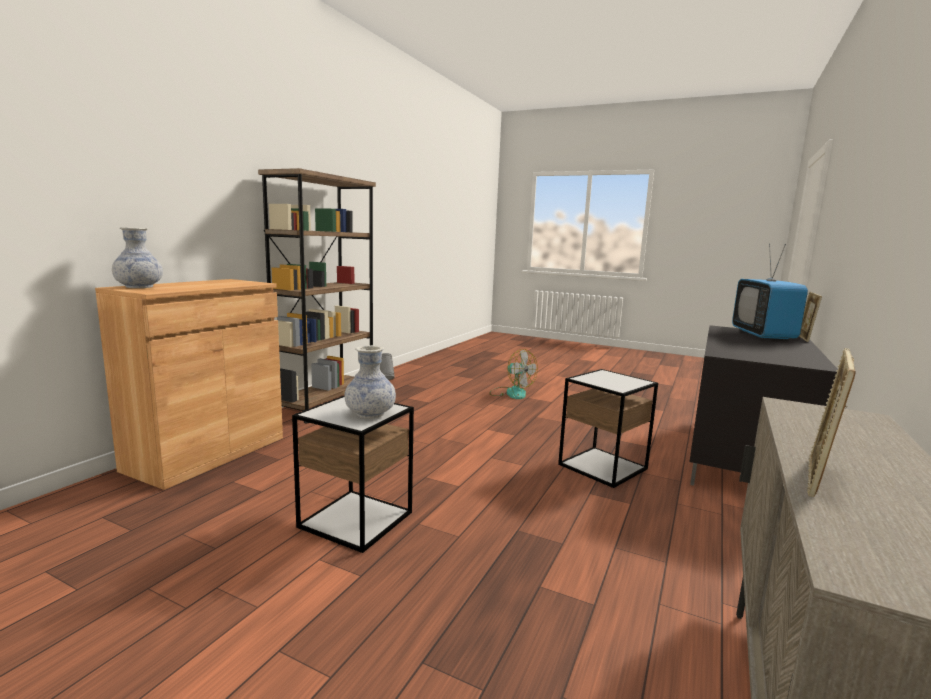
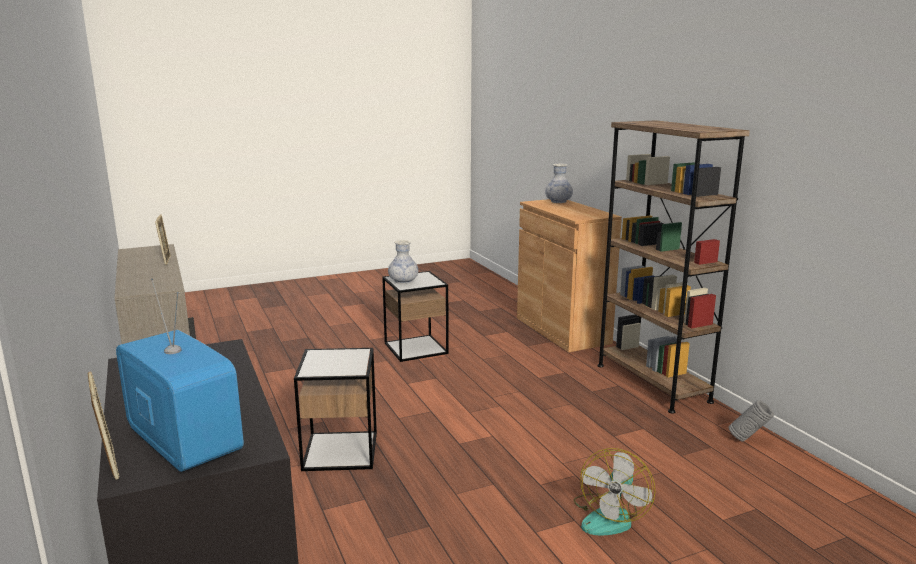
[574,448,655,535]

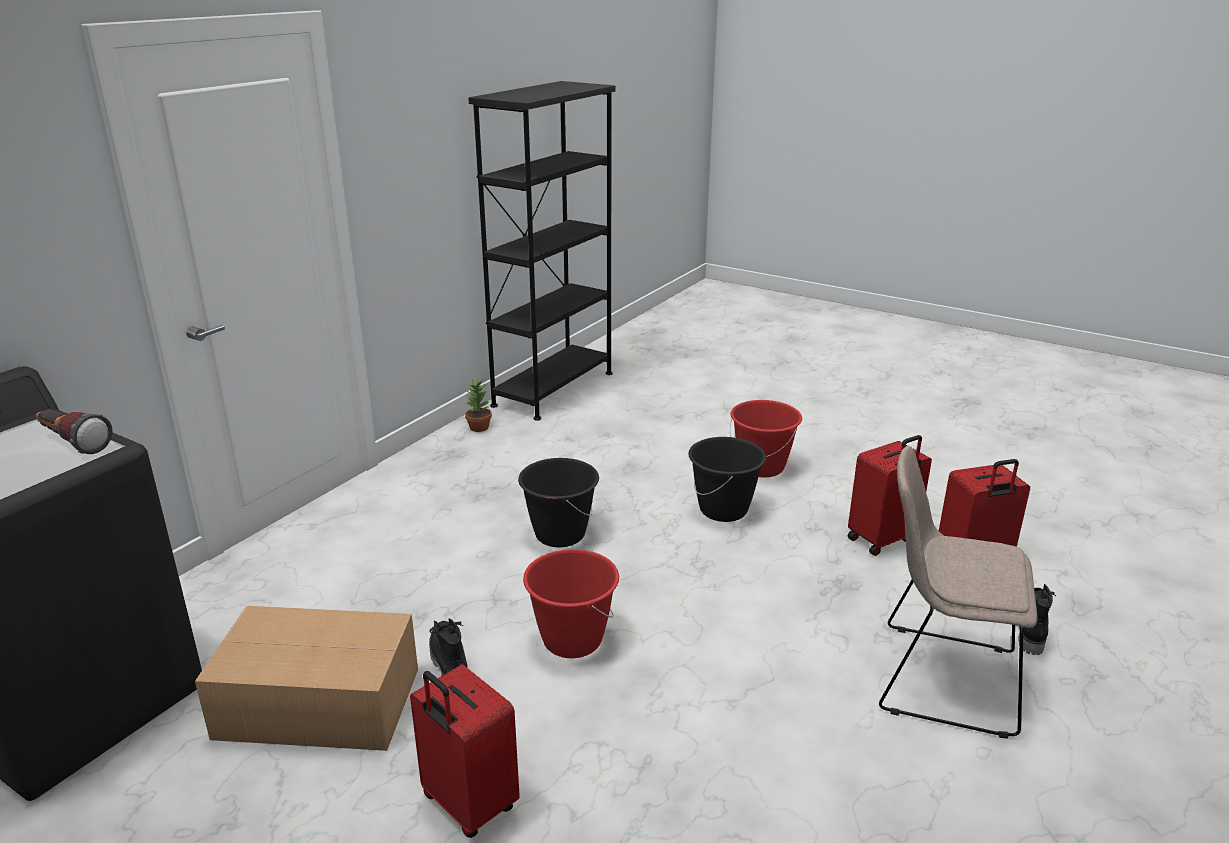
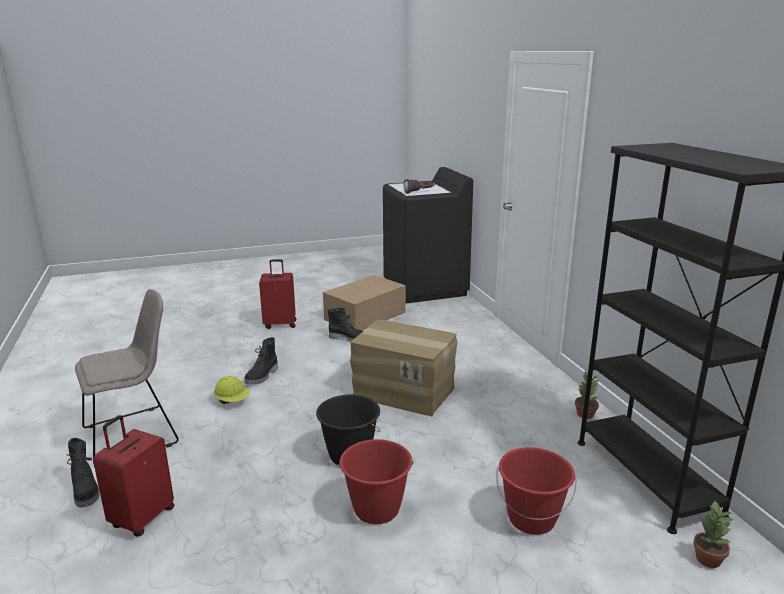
[848,435,932,556] (first image)
[350,319,458,417]
[496,447,577,535]
[244,337,278,384]
[214,376,249,404]
[693,501,734,568]

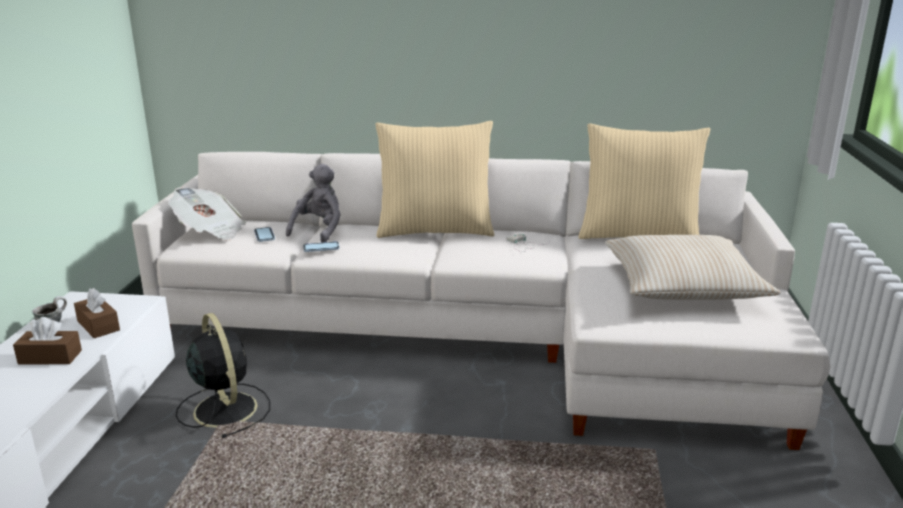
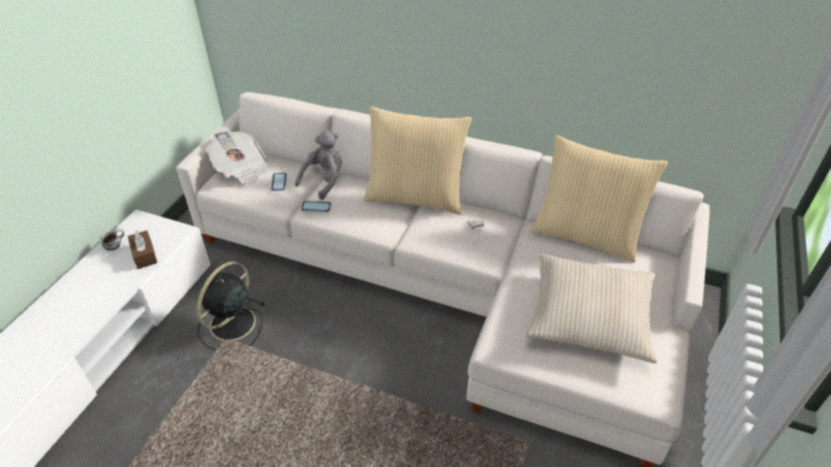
[197,262,265,350]
[13,317,82,365] (first image)

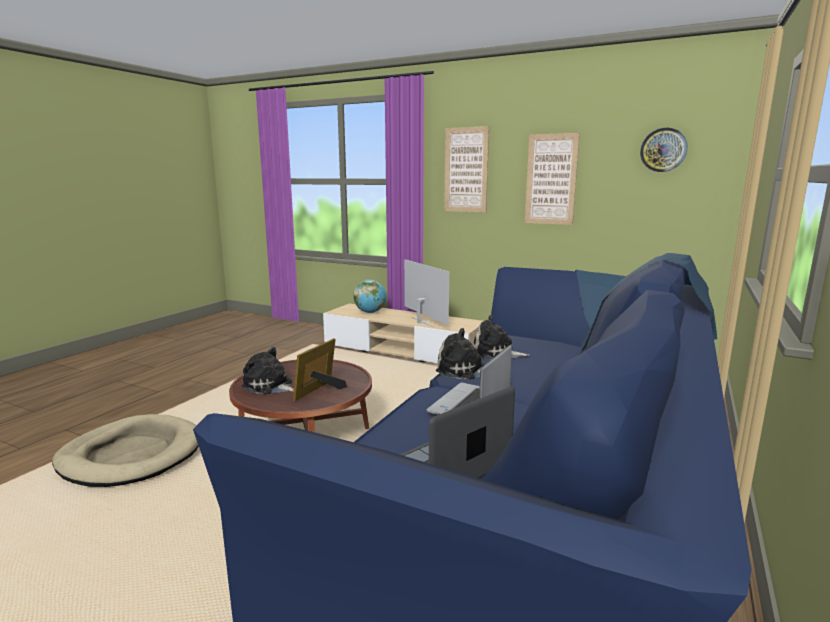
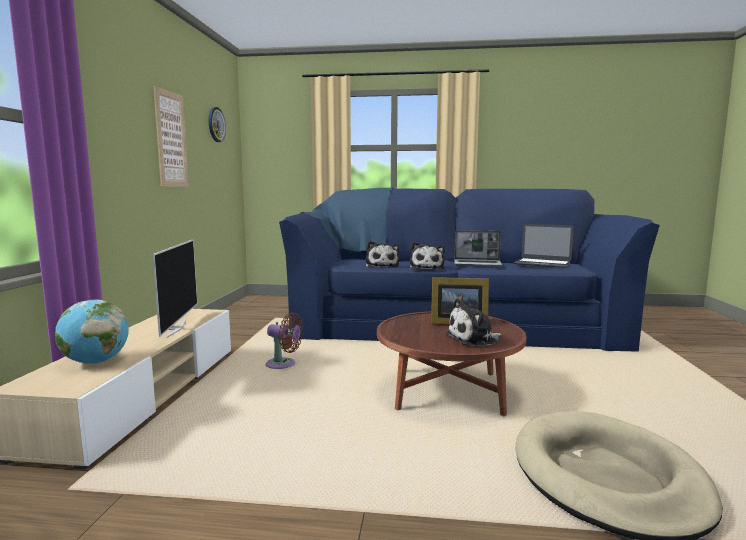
[444,126,489,212] (first image)
[153,239,197,338]
[446,298,502,346]
[266,312,303,369]

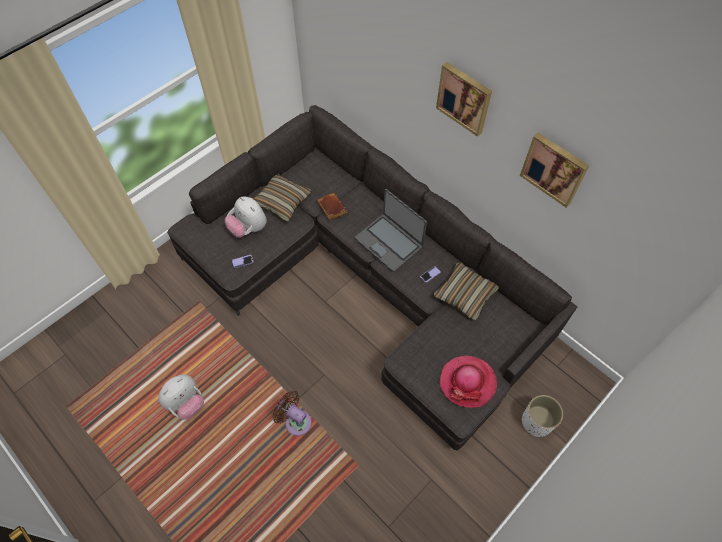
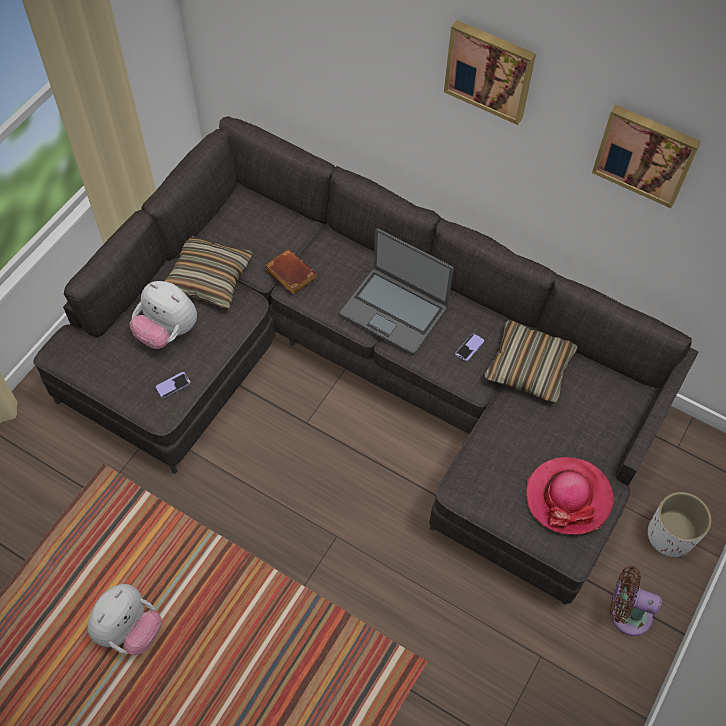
[610,566,662,636]

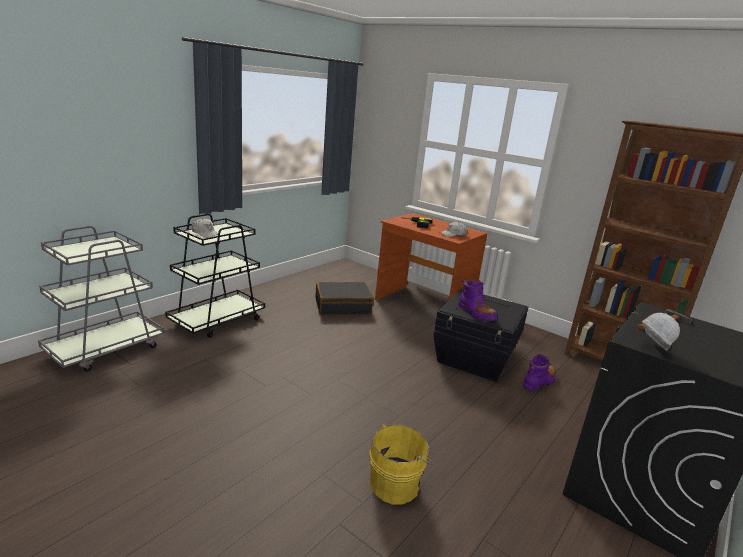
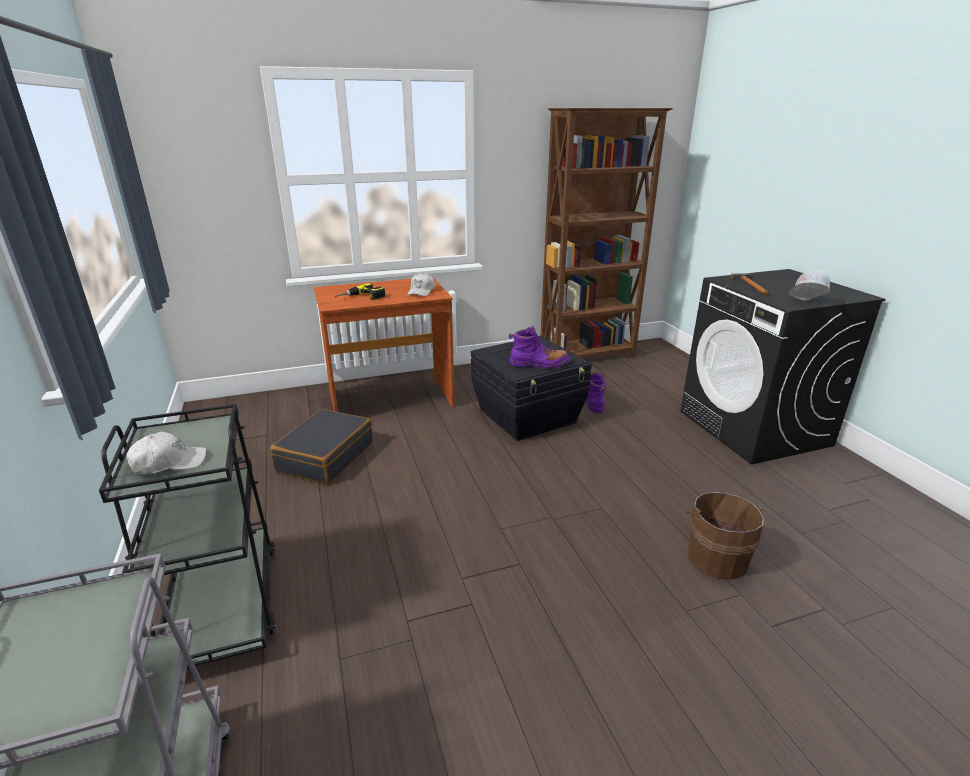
[686,492,764,580]

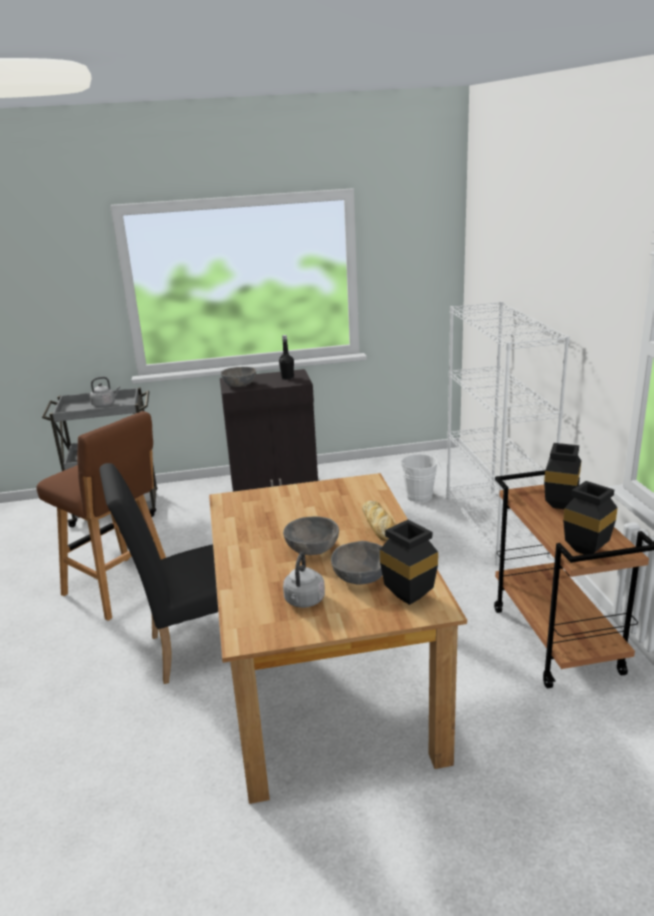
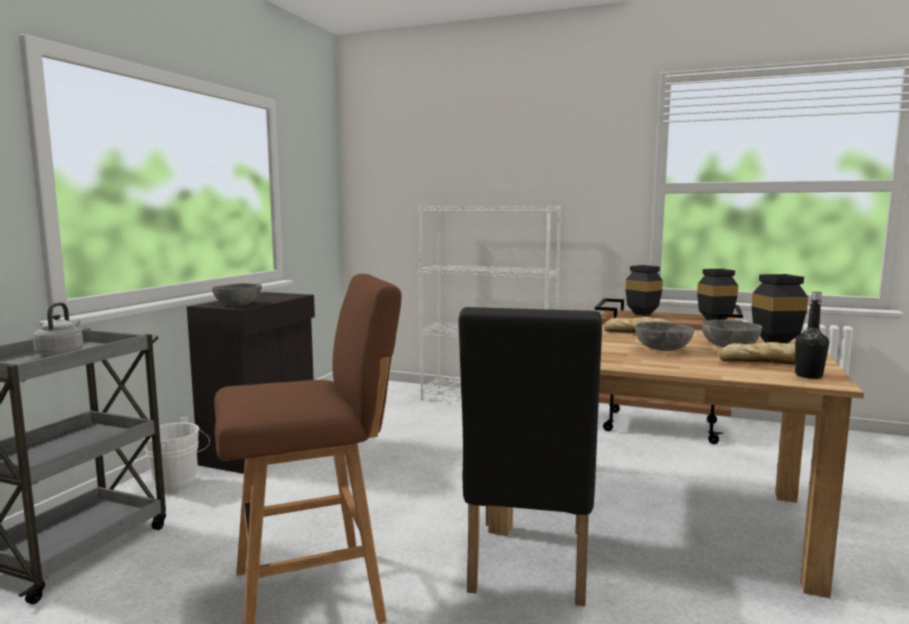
[795,291,829,379]
[143,417,210,493]
[719,342,795,365]

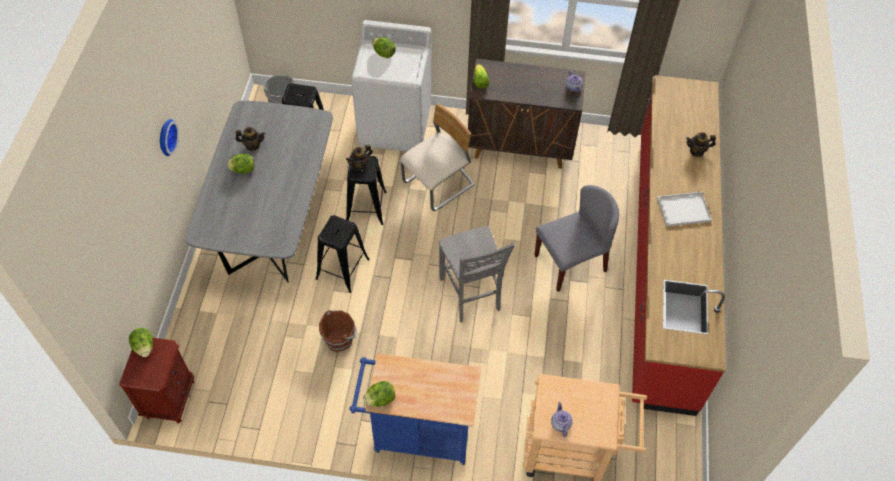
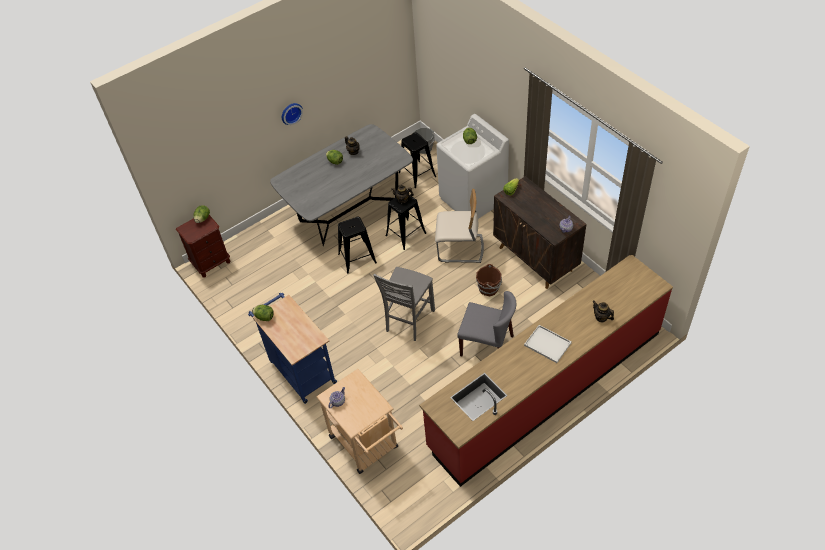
[476,264,502,296]

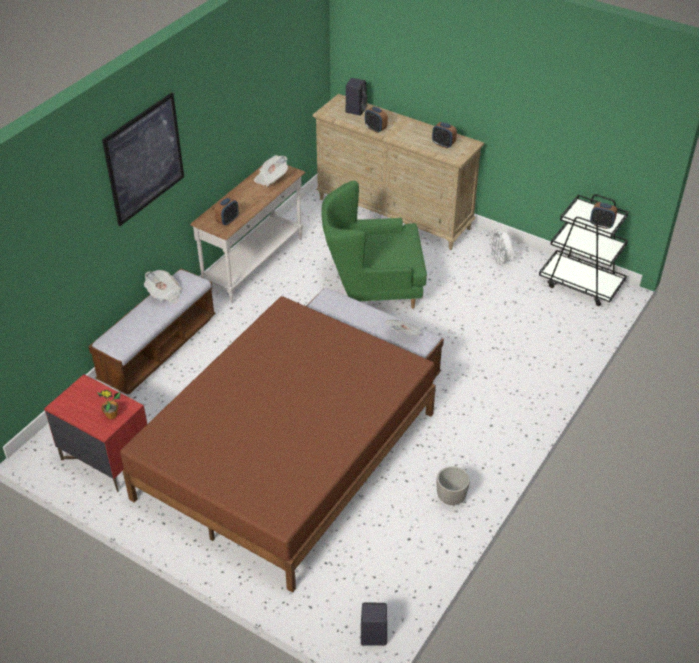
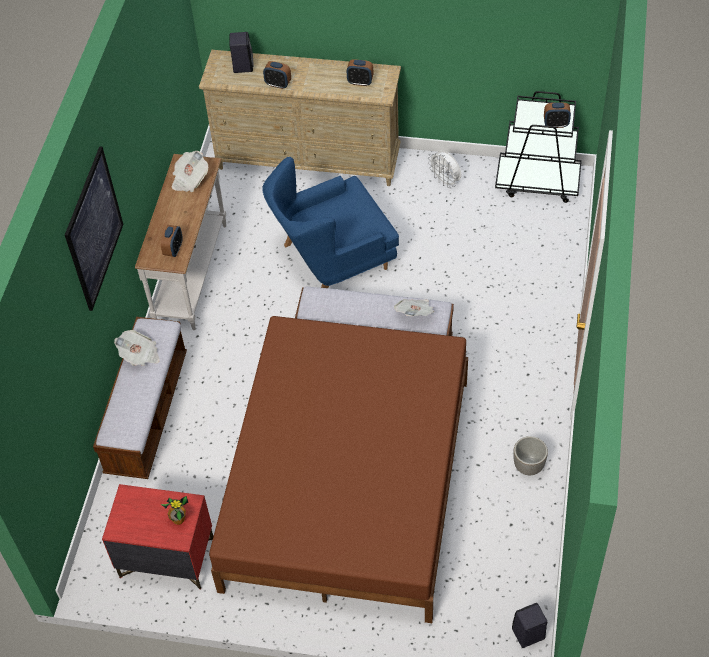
[262,157,399,288]

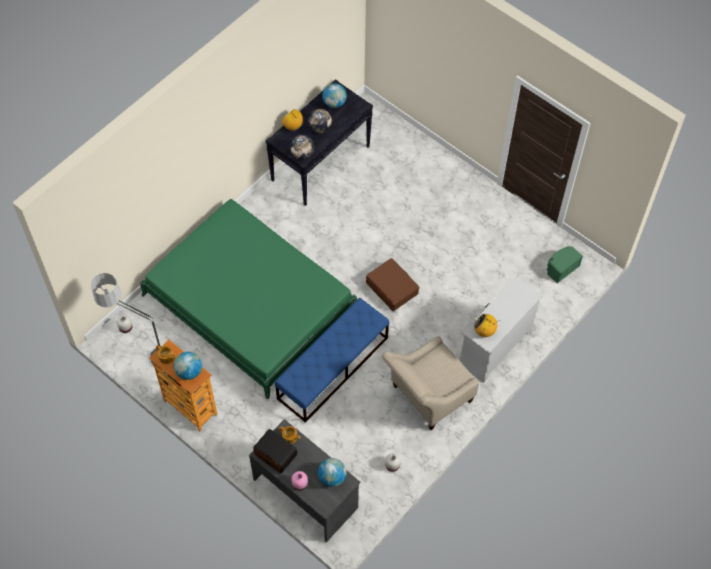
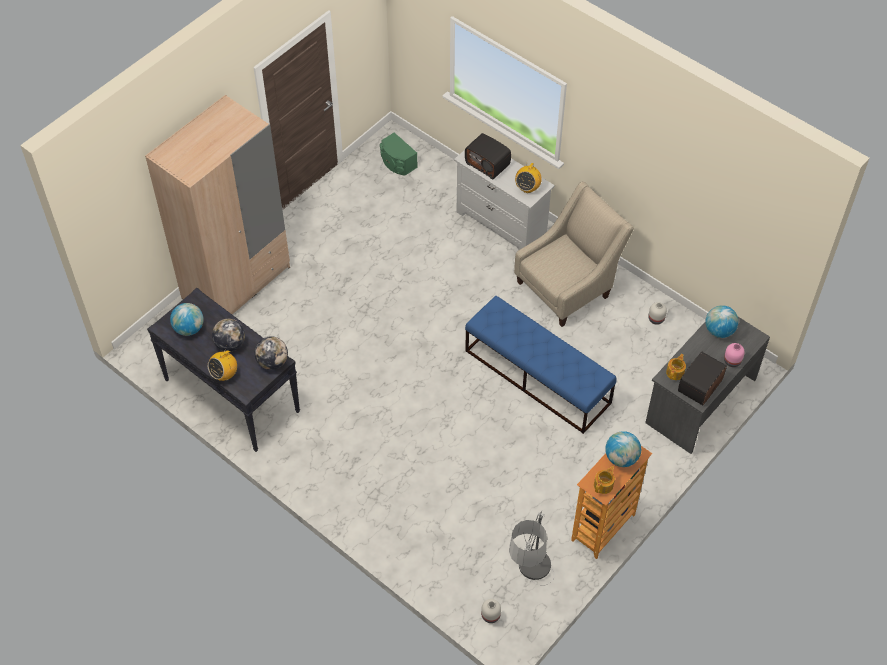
[140,199,357,399] (first image)
[366,258,419,311] (first image)
[514,182,634,327]
[145,95,290,314]
[465,133,511,179]

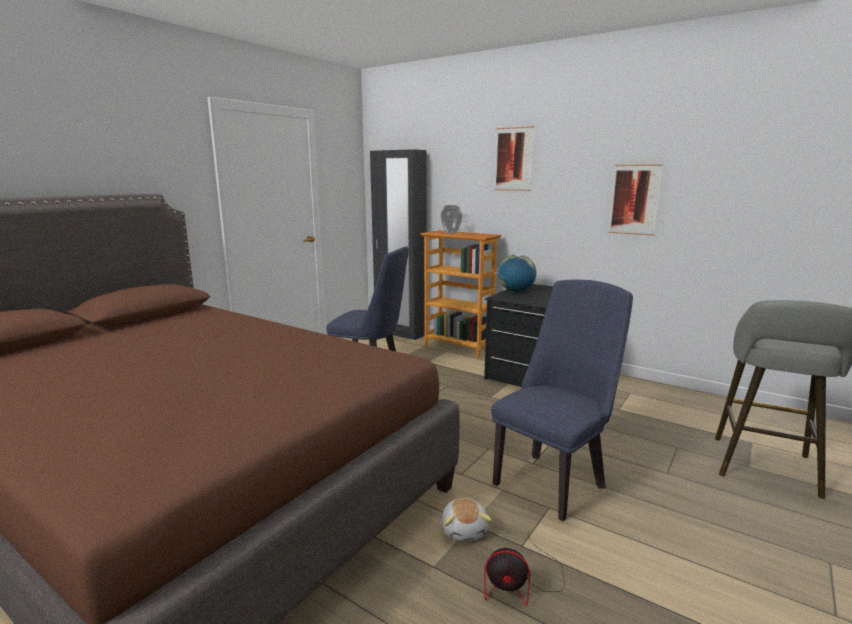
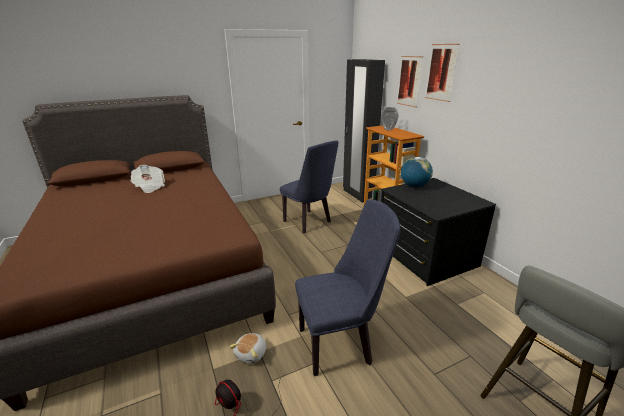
[397,56,423,107]
[131,165,165,193]

